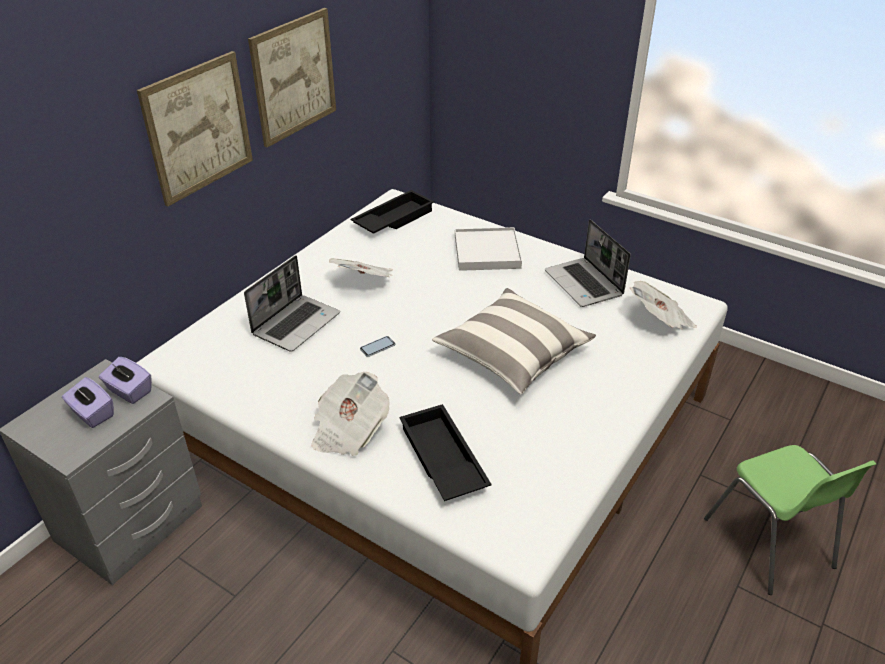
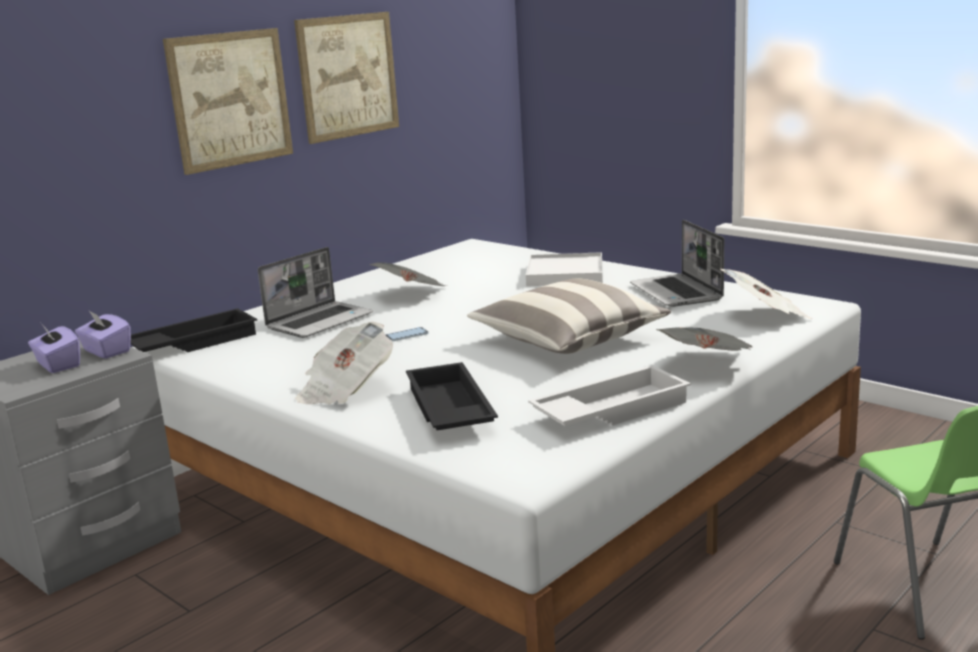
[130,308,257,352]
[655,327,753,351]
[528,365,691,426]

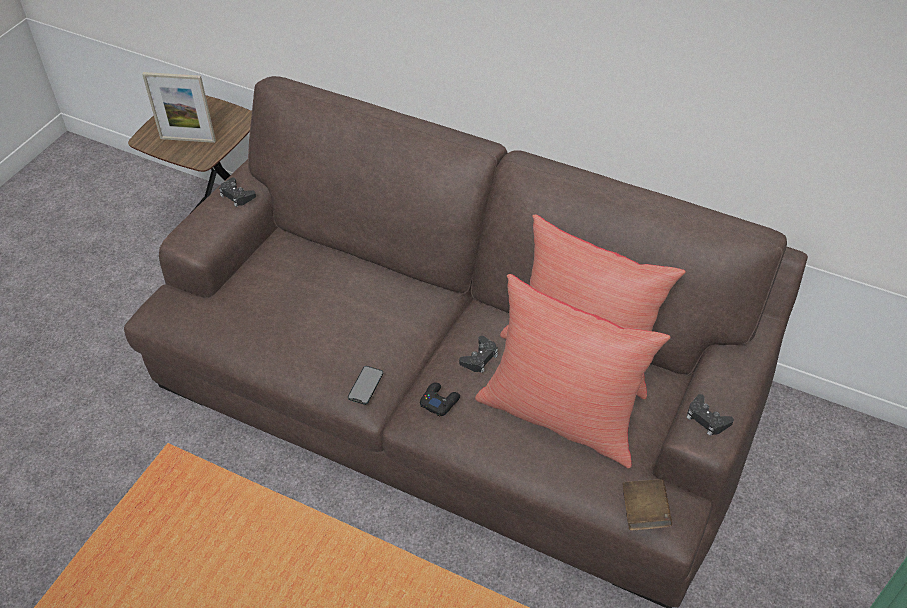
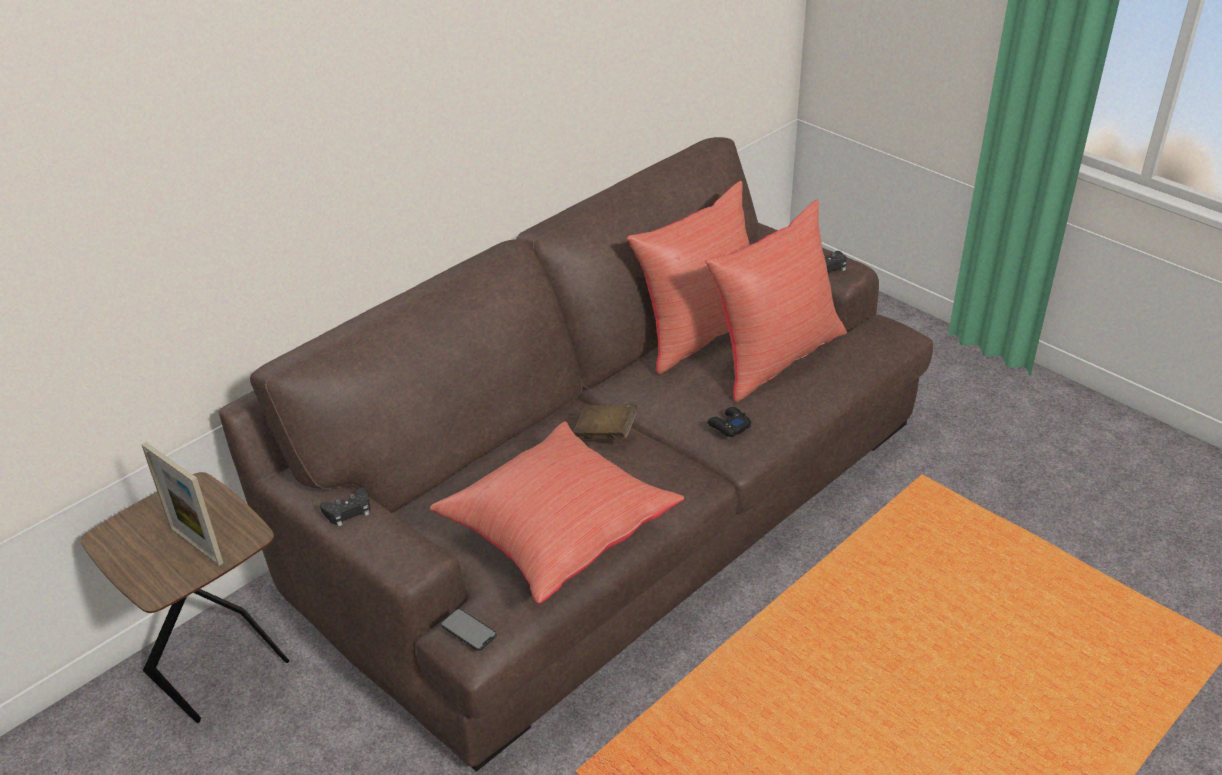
[141,442,223,566]
[459,336,498,373] (first image)
[441,609,497,651]
[573,404,637,439]
[430,421,684,604]

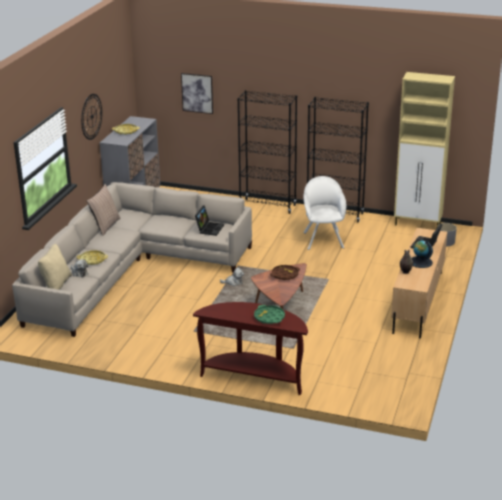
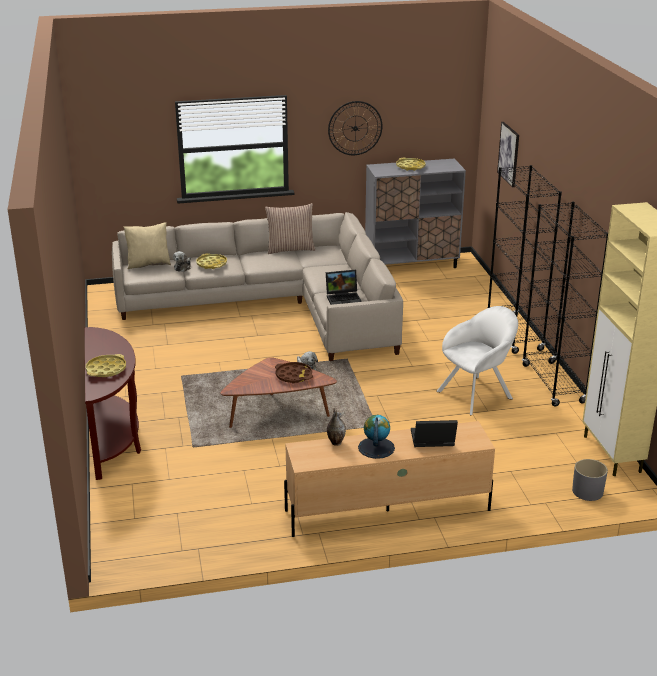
[86,354,126,377]

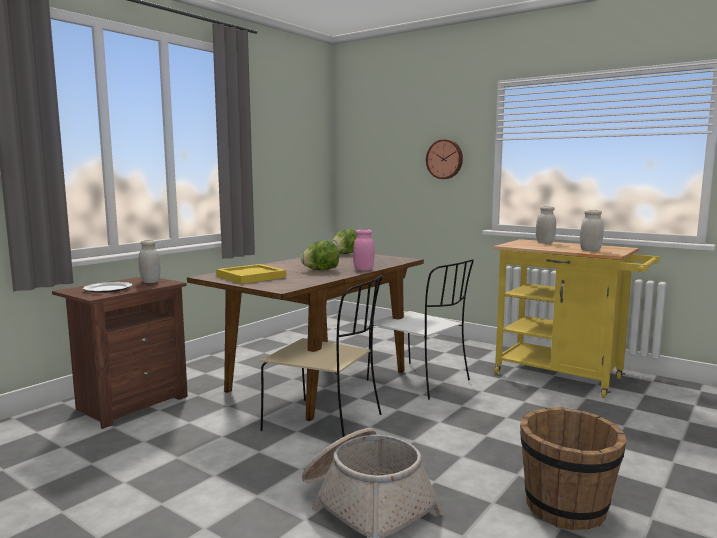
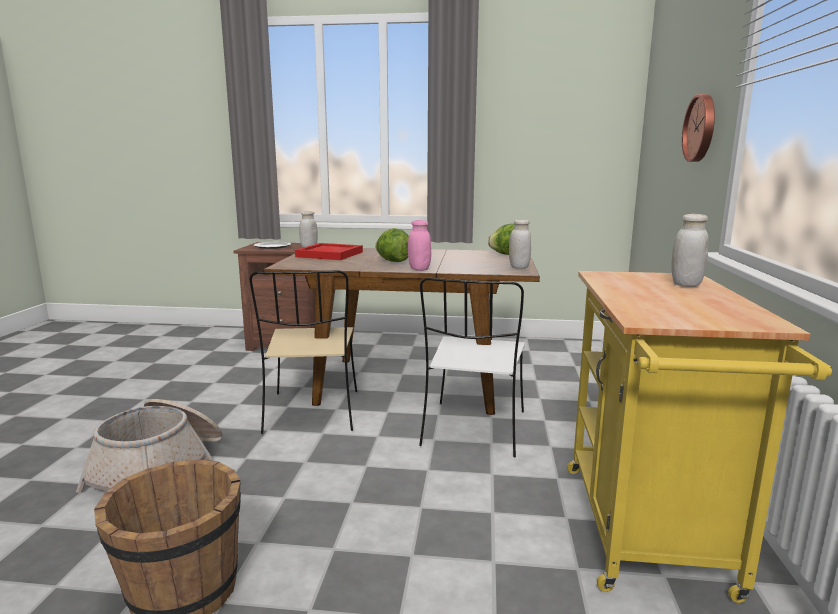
[509,219,531,269]
[295,243,363,260]

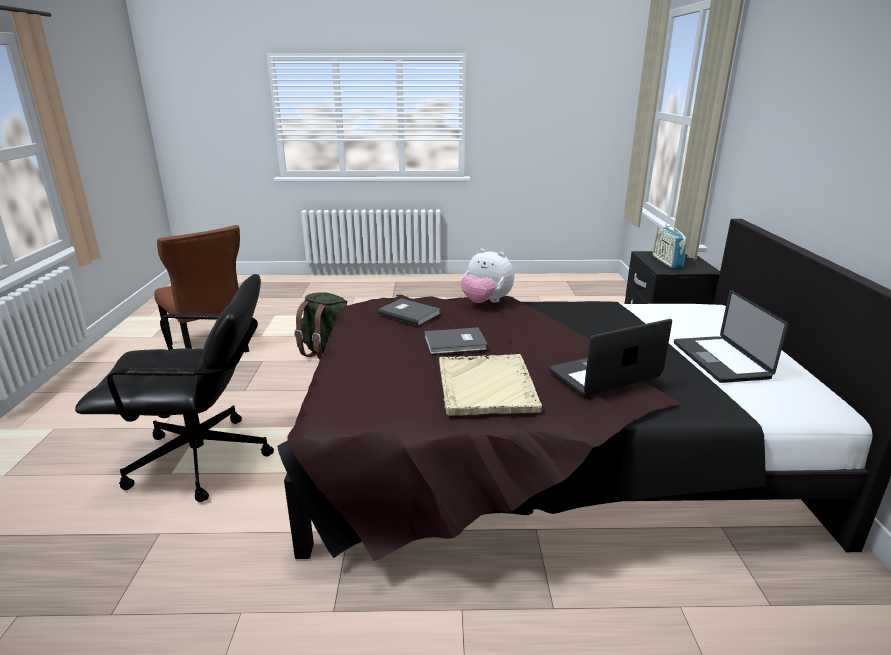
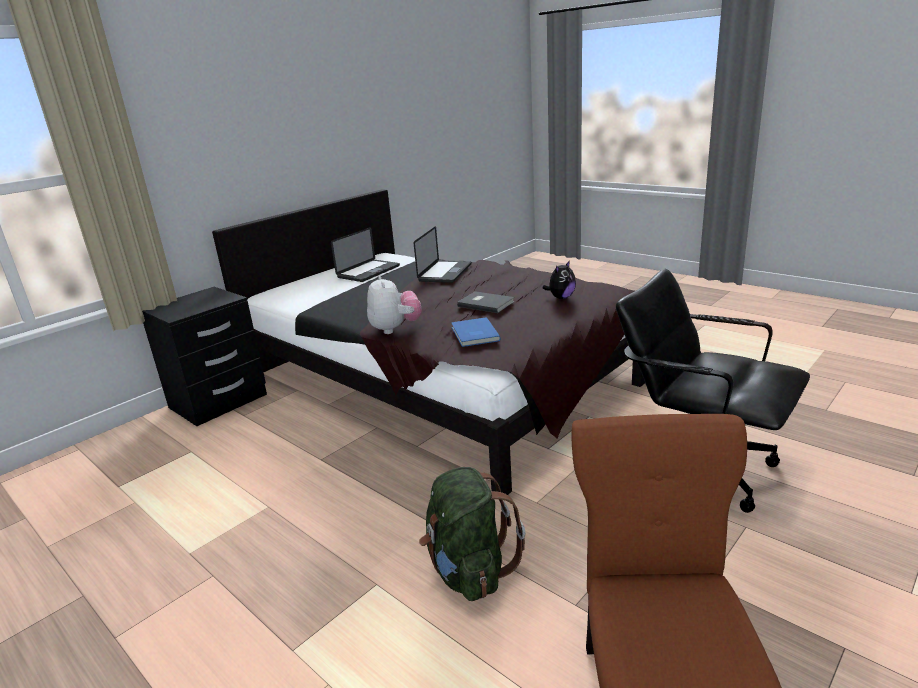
[653,221,687,269] (first image)
[451,317,501,347]
[414,226,472,283]
[439,354,542,416] (first image)
[542,260,576,299]

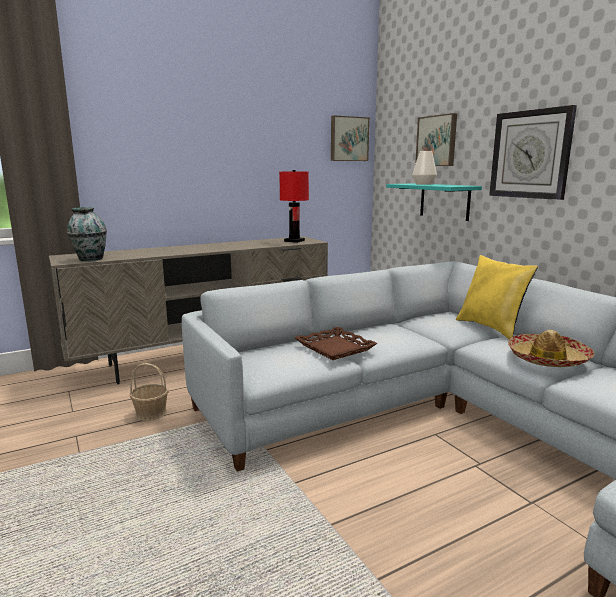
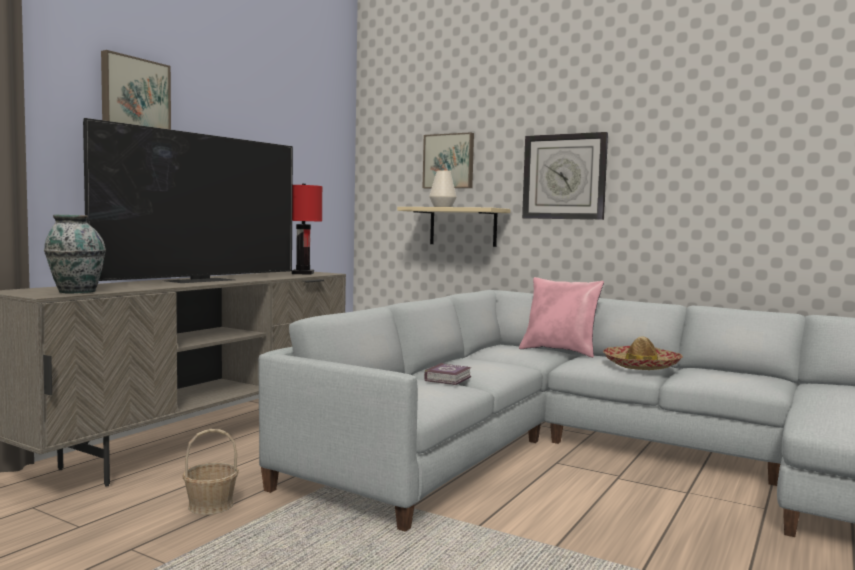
[101,50,171,130]
[397,207,511,247]
[519,277,604,358]
[424,363,471,385]
[83,118,293,283]

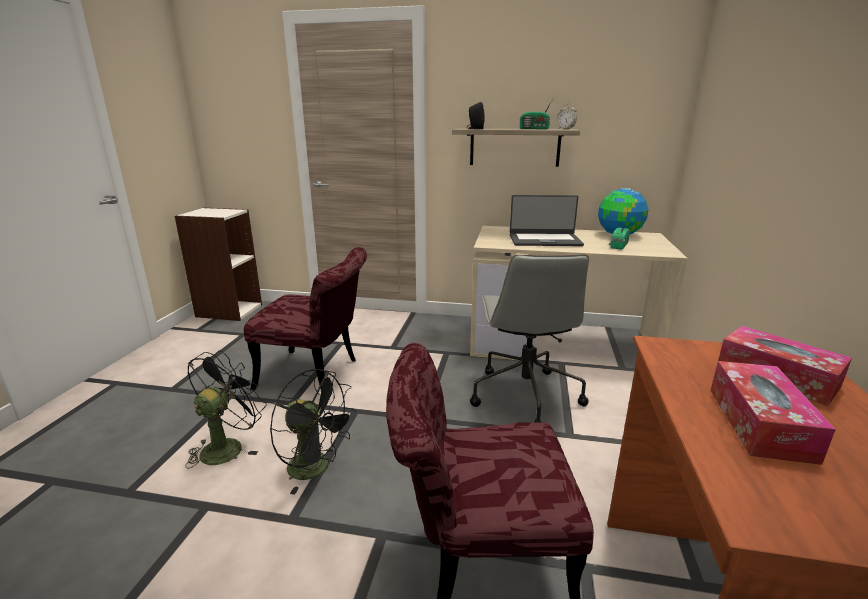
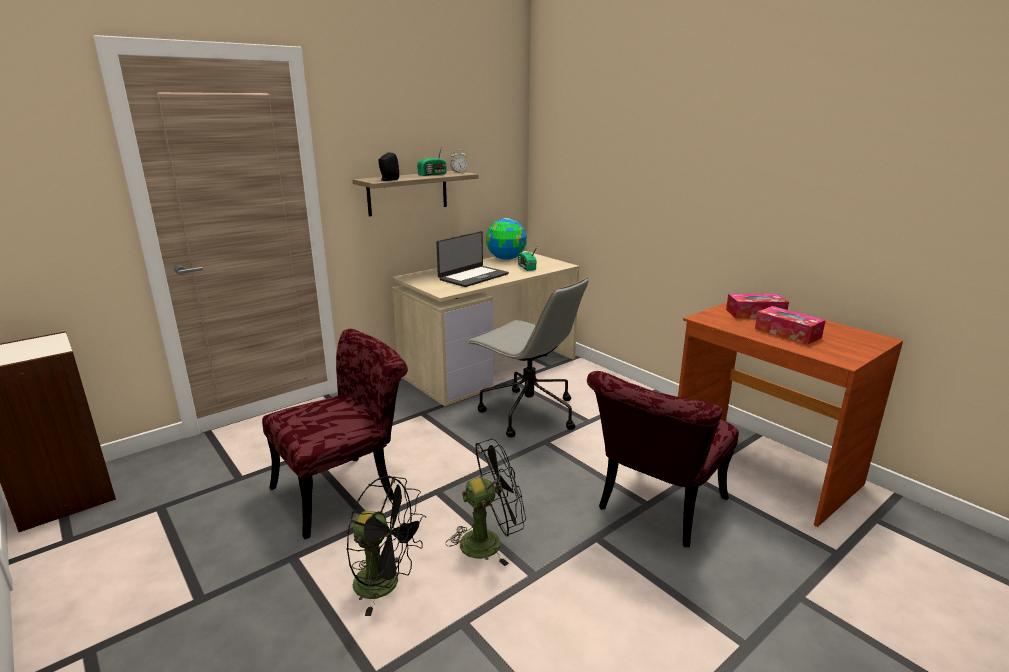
[346,476,426,616]

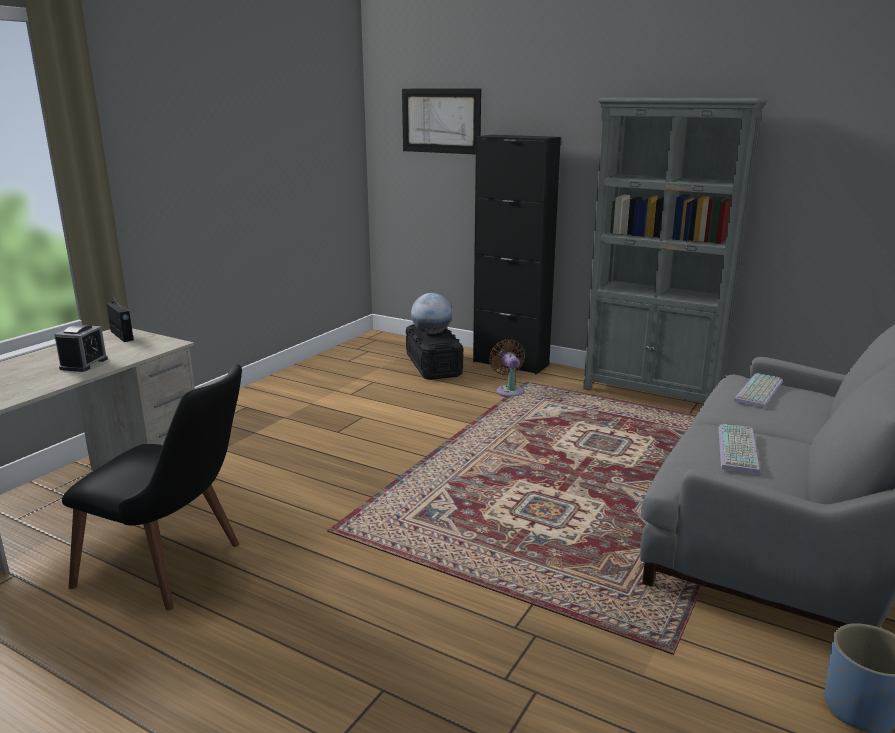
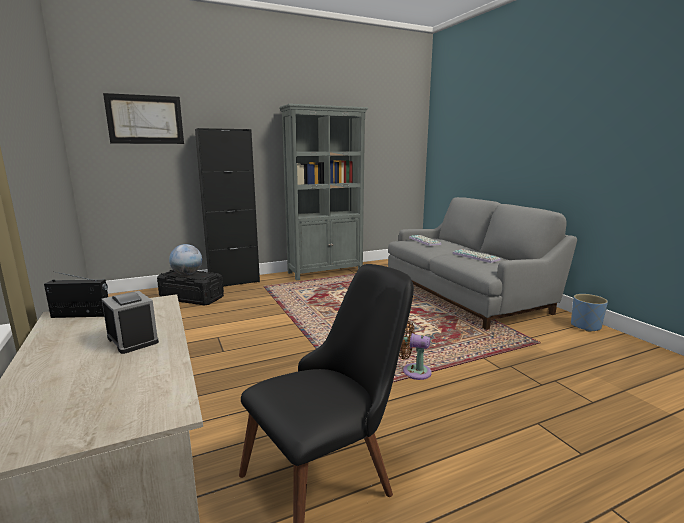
[399,321,432,380]

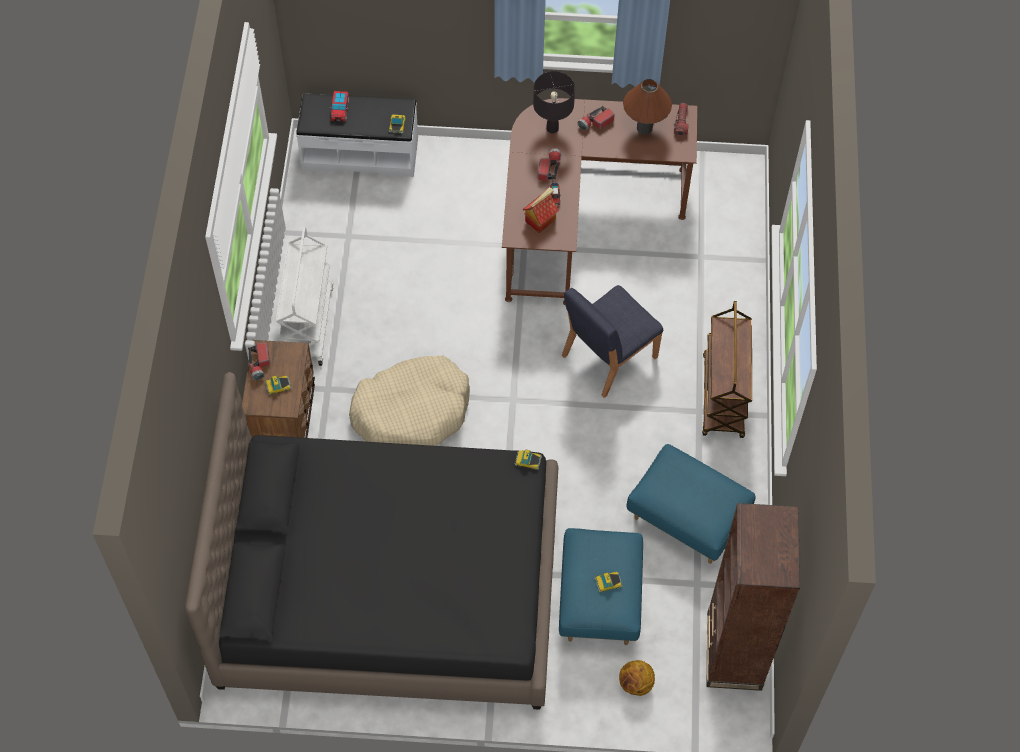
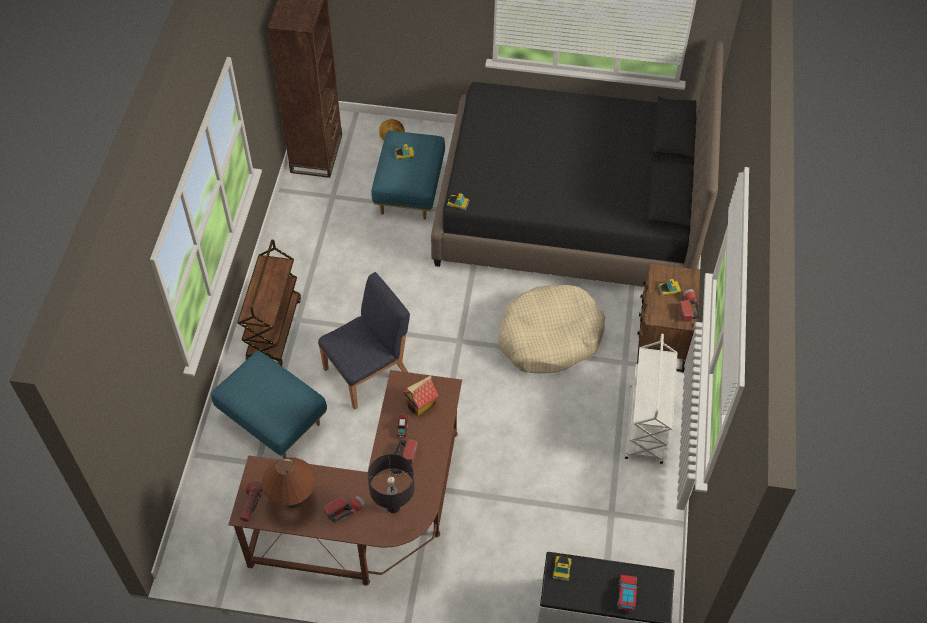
[211,351,327,458]

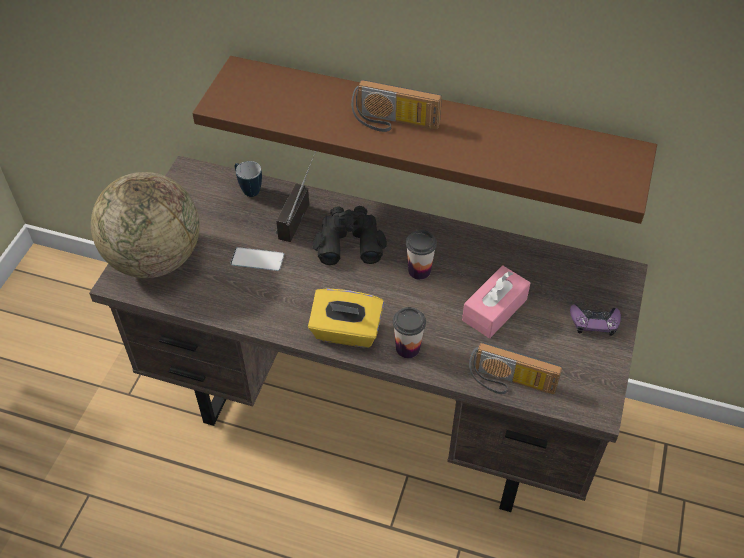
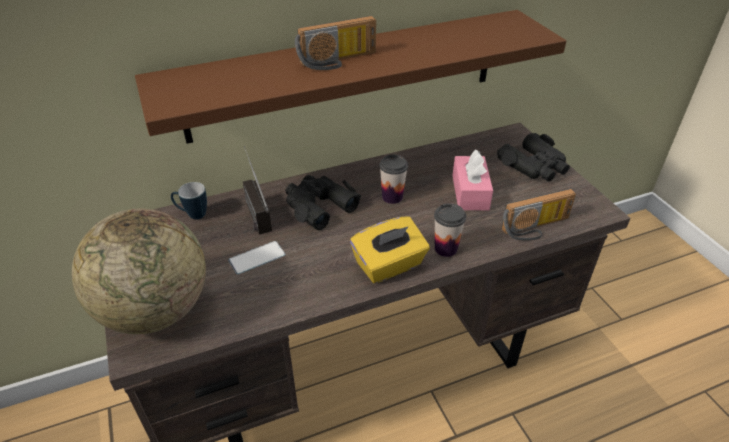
[497,133,570,181]

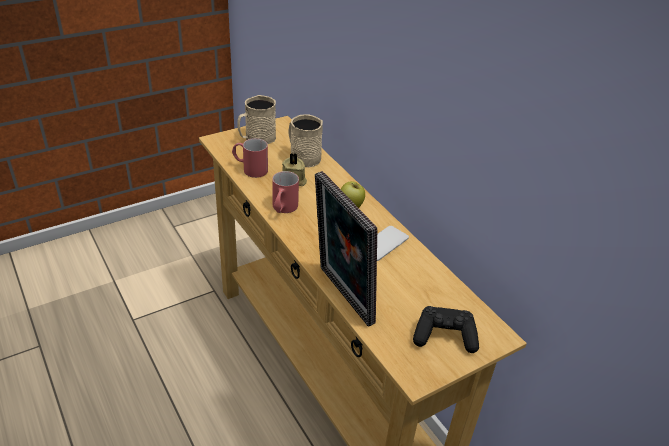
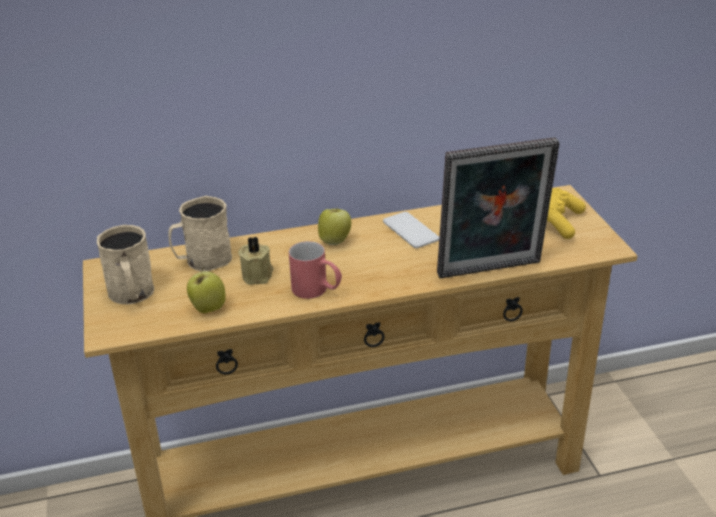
[187,267,226,313]
[547,188,586,239]

